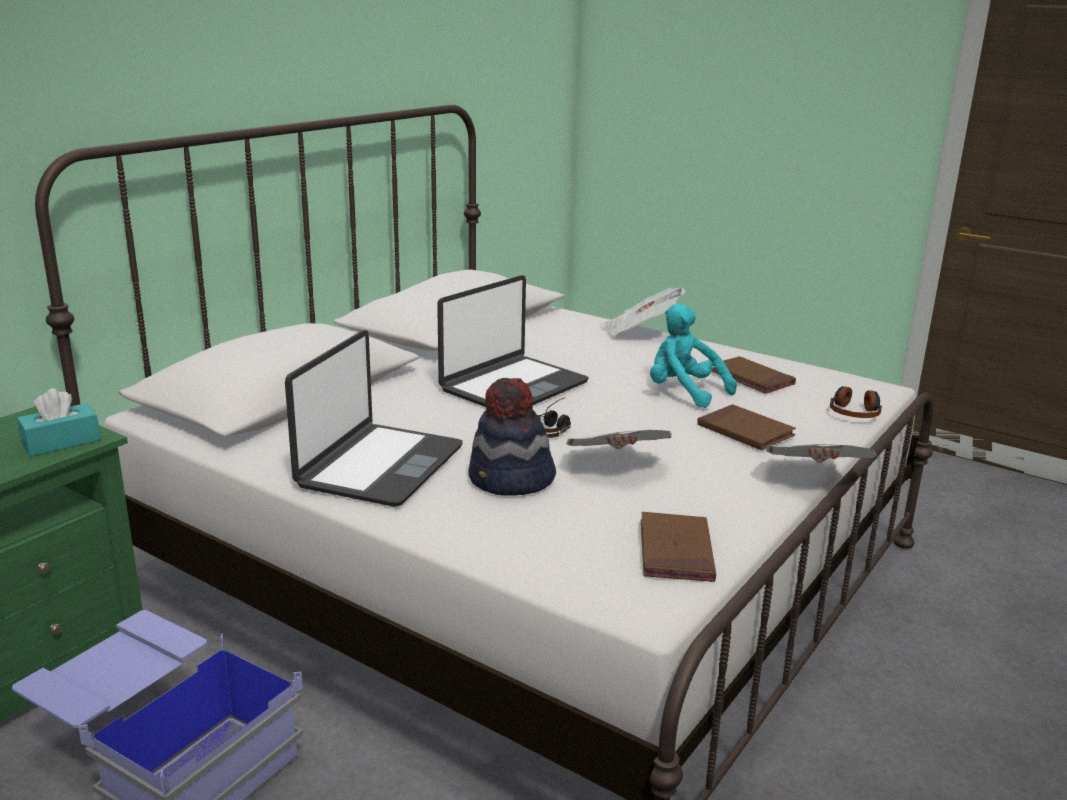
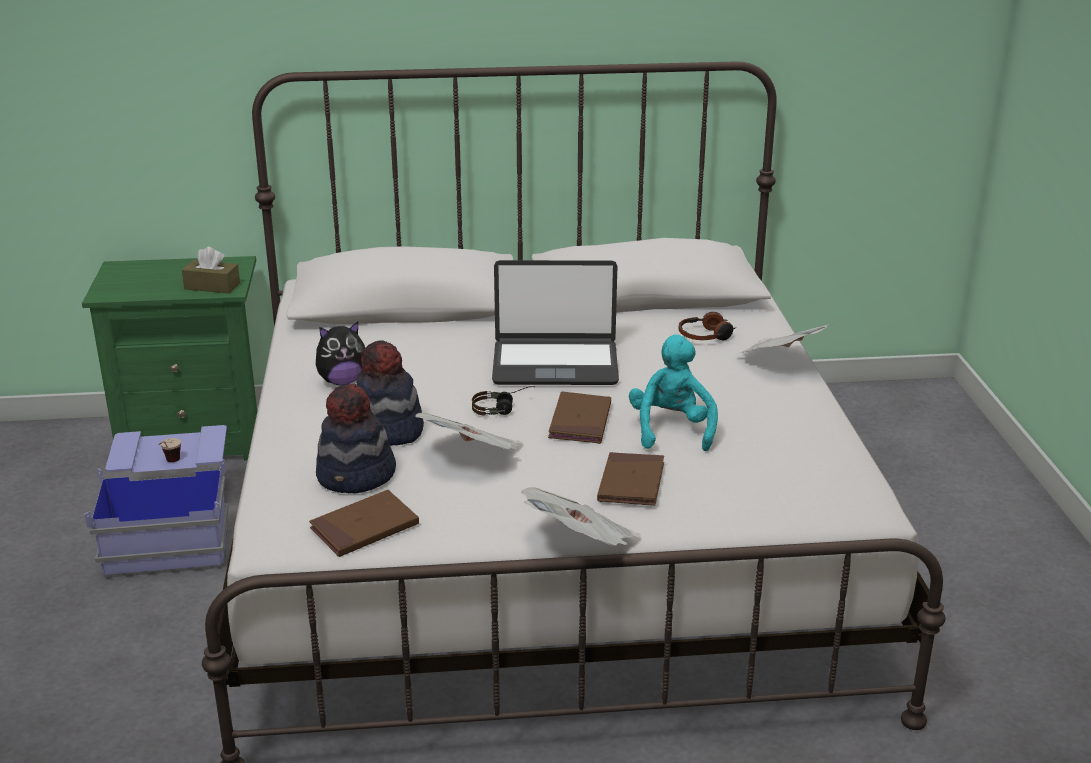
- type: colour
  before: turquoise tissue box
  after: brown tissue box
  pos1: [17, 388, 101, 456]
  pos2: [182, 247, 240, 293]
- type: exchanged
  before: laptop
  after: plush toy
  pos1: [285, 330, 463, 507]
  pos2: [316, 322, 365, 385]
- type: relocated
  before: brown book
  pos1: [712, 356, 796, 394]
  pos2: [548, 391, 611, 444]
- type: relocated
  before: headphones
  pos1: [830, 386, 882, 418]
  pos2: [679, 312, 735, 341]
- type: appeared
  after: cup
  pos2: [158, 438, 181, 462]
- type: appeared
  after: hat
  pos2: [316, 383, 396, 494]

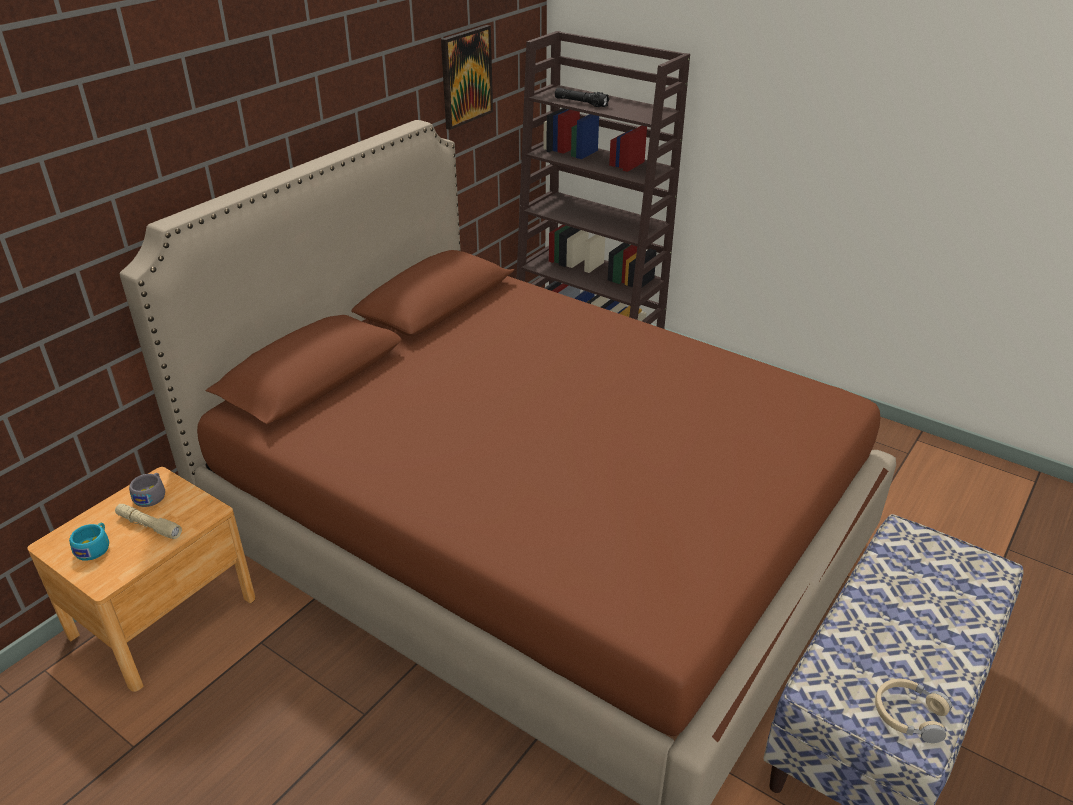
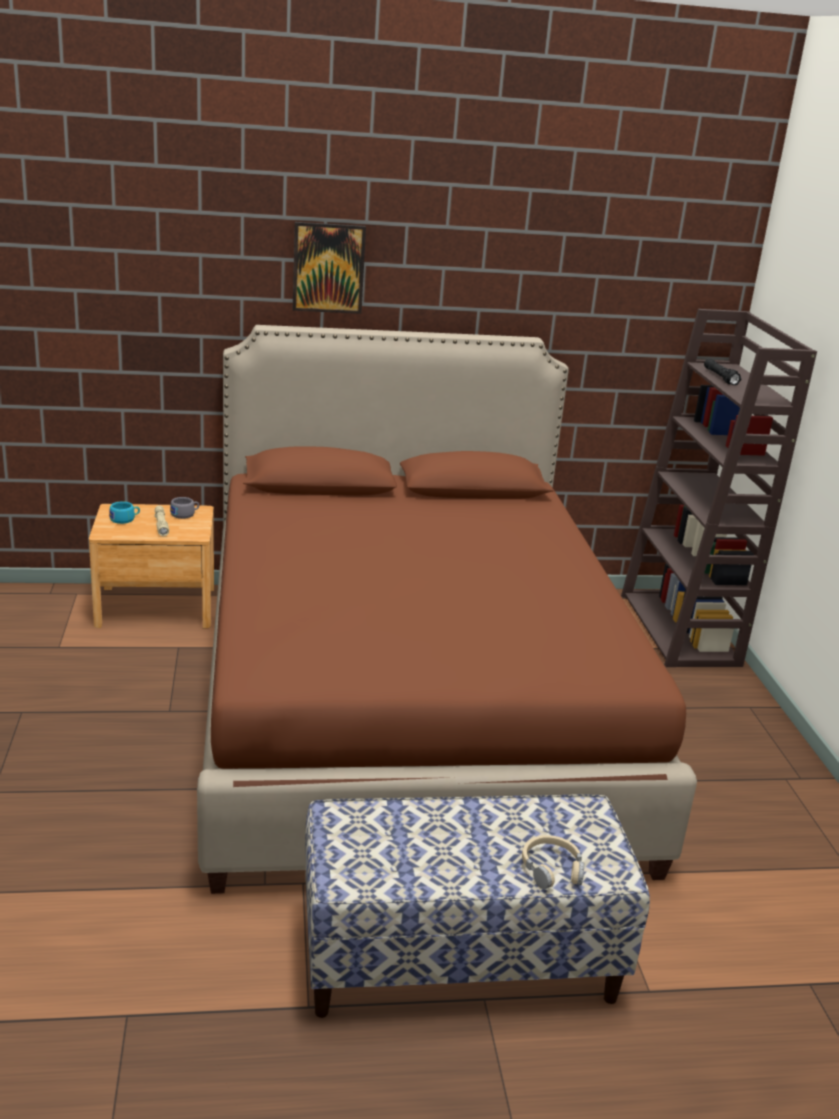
- type: relocated
  before: picture
  pos1: [441, 25, 493, 130]
  pos2: [293, 222, 366, 314]
- type: relocated
  before: beige headphones
  pos1: [875, 679, 952, 743]
  pos2: [522, 835, 584, 889]

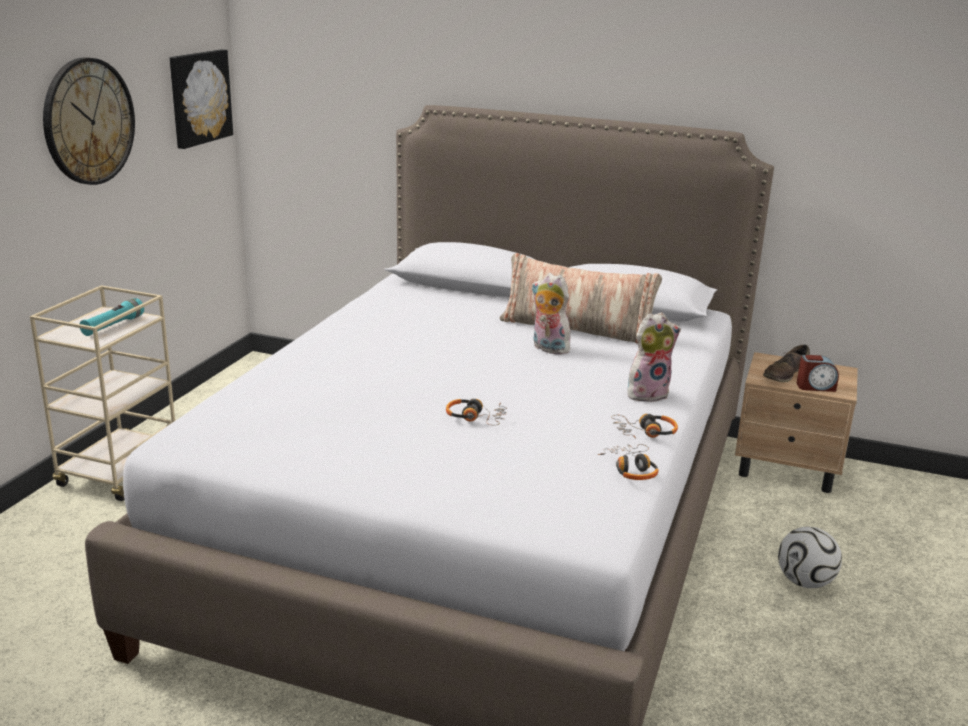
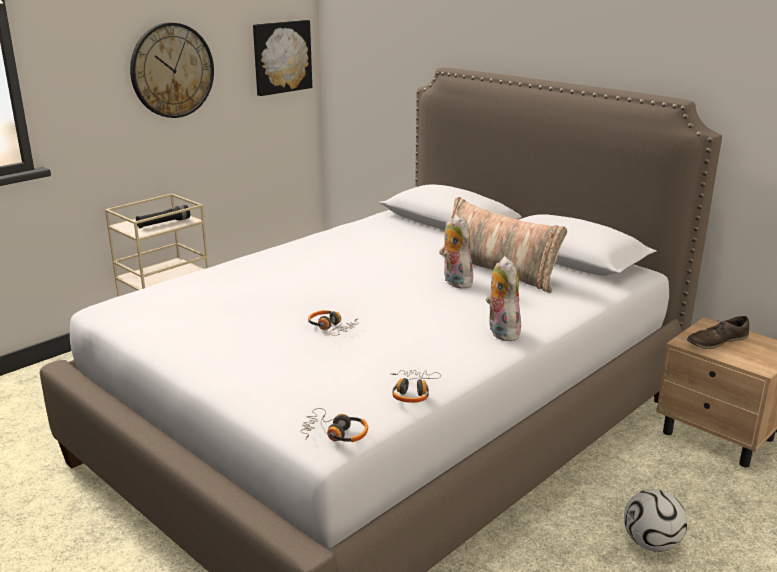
- type: colour
  before: turquoise flashlight
  after: black flashlight
  pos1: [80, 298, 144, 336]
  pos2: [136, 205, 190, 228]
- type: relocated
  before: headphones
  pos1: [611, 414, 678, 439]
  pos2: [300, 408, 368, 442]
- type: spun
  before: plush toy
  pos1: [627, 313, 681, 402]
  pos2: [486, 256, 521, 341]
  turn: -105
- type: missing
  before: alarm clock
  pos1: [797, 355, 839, 392]

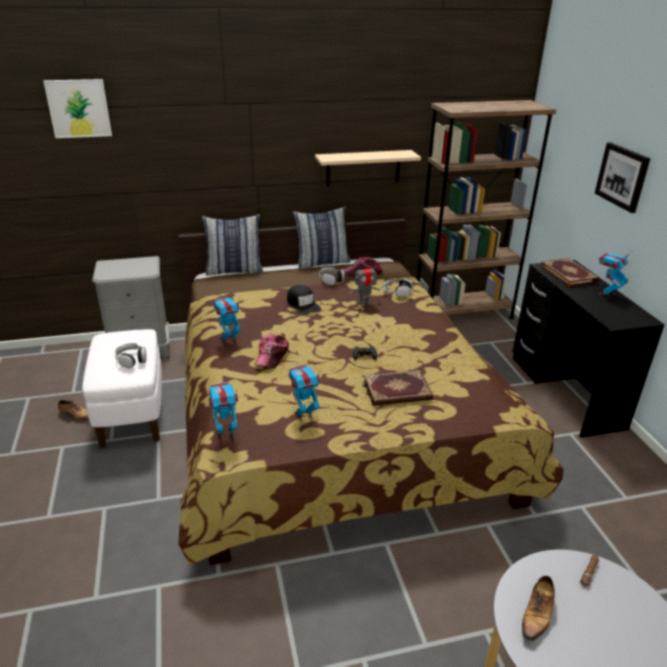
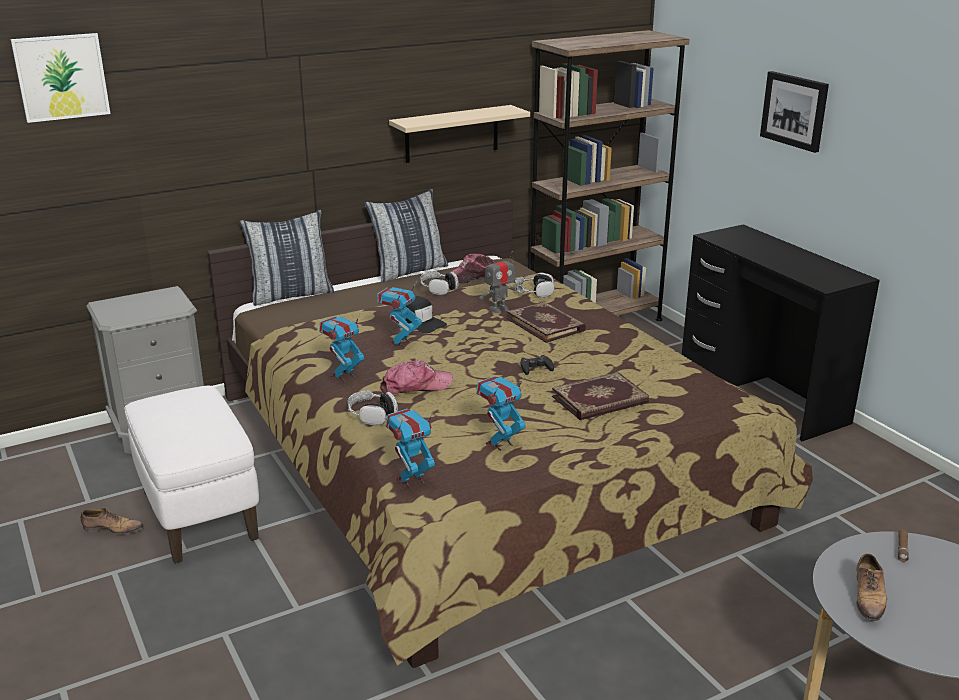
- type: relocated
  before: headphones
  pos1: [115, 343, 147, 368]
  pos2: [348, 390, 398, 425]
- type: spun
  before: cap
  pos1: [255, 334, 289, 368]
  pos2: [380, 360, 453, 394]
  turn: -105
- type: relocated
  before: book
  pos1: [540, 258, 599, 287]
  pos2: [506, 301, 586, 343]
- type: relocated
  before: toy robot
  pos1: [598, 252, 631, 297]
  pos2: [377, 281, 422, 347]

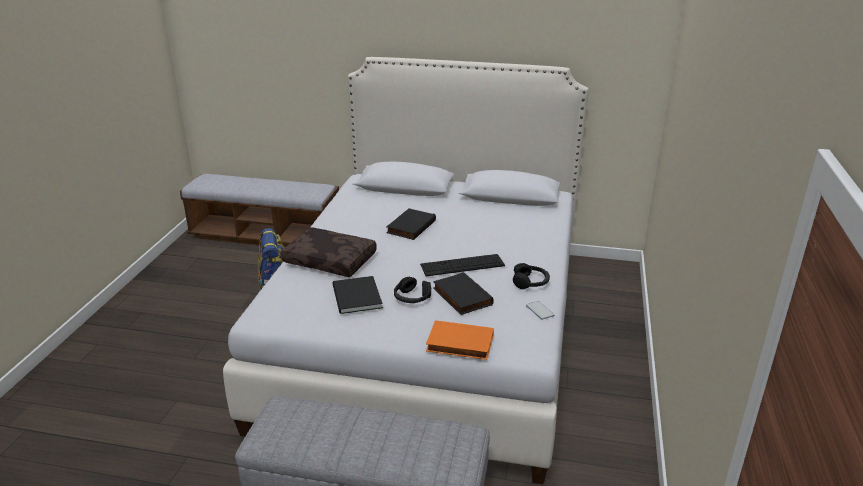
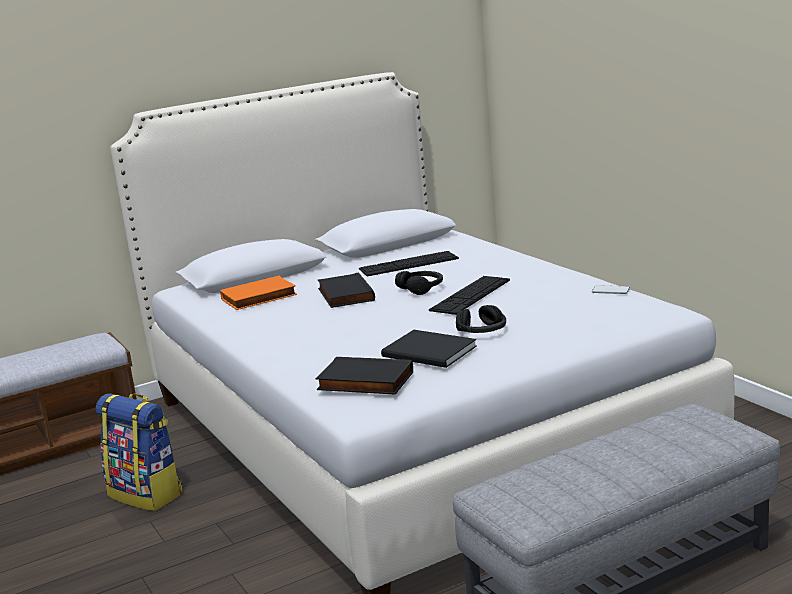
- type: missing
  before: brown pillow
  pos1: [281, 227, 377, 277]
- type: relocated
  before: orange book
  pos1: [426, 320, 494, 360]
  pos2: [220, 276, 297, 310]
- type: relocated
  before: black book
  pos1: [433, 272, 494, 315]
  pos2: [315, 357, 413, 395]
- type: relocated
  before: black headphones
  pos1: [513, 263, 550, 289]
  pos2: [395, 271, 443, 295]
- type: appeared
  after: keyboard
  pos2: [359, 251, 459, 276]

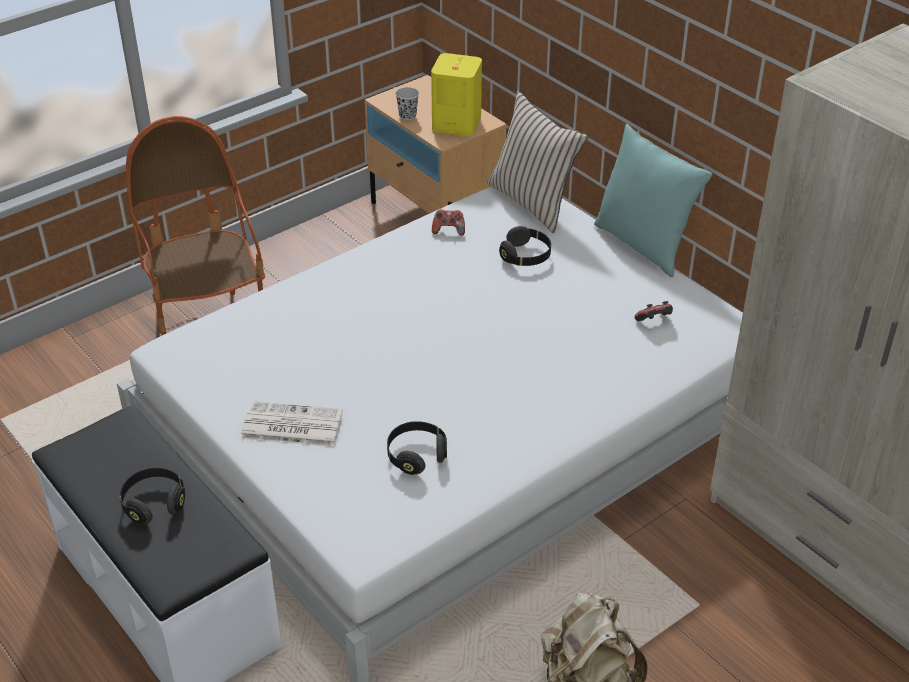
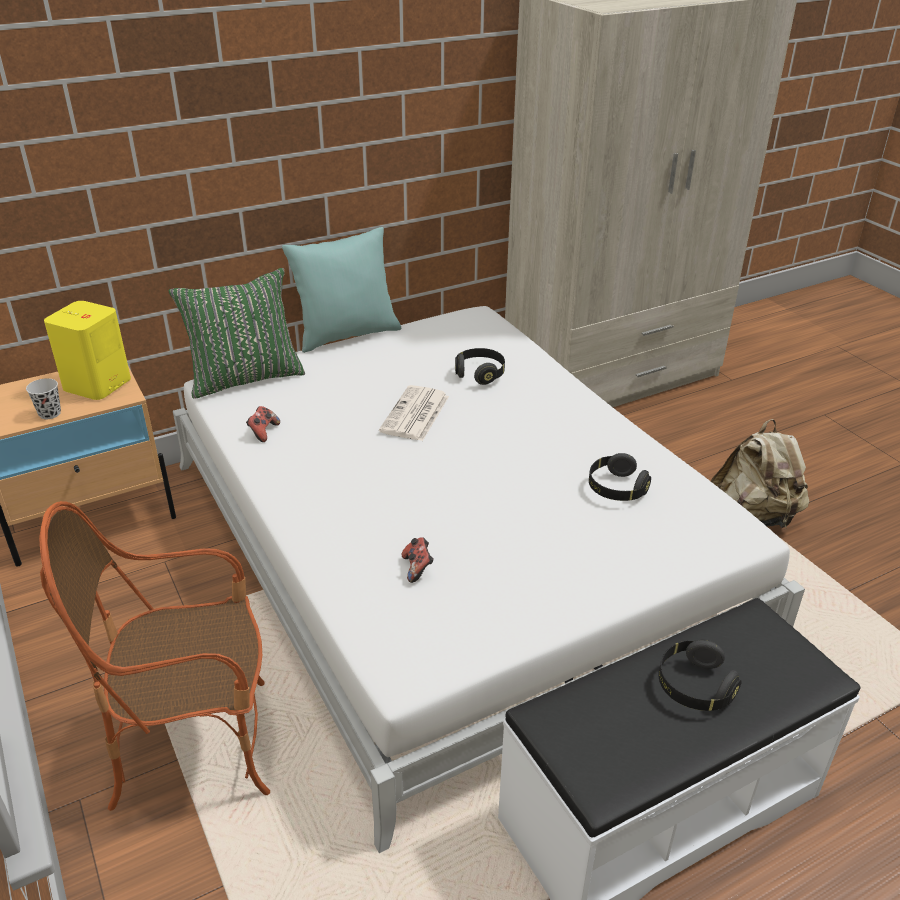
- type: relocated
  before: newspaper
  pos1: [240, 401, 343, 447]
  pos2: [379, 385, 449, 441]
- type: colour
  before: beige pillow
  after: green pillow
  pos1: [487, 91, 588, 233]
  pos2: [169, 268, 305, 399]
- type: relocated
  before: black headphones
  pos1: [499, 226, 551, 266]
  pos2: [455, 348, 505, 385]
- type: relocated
  before: game controller
  pos1: [635, 301, 673, 321]
  pos2: [401, 537, 434, 583]

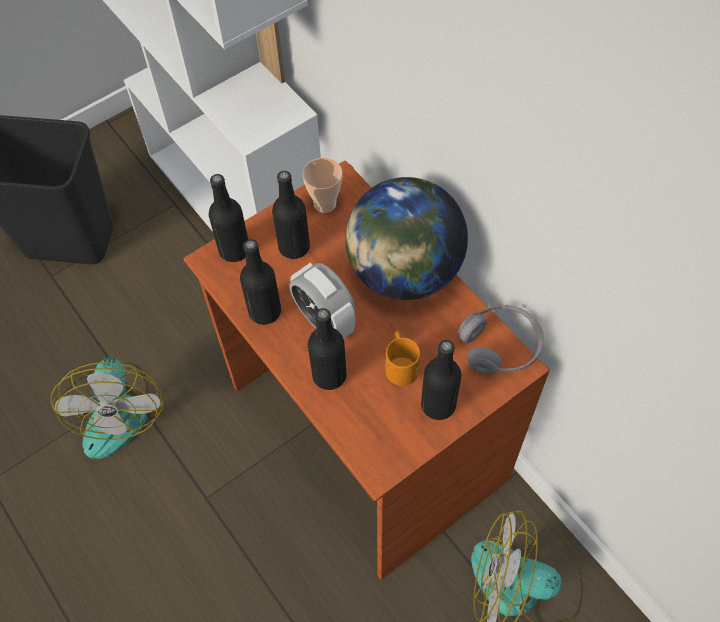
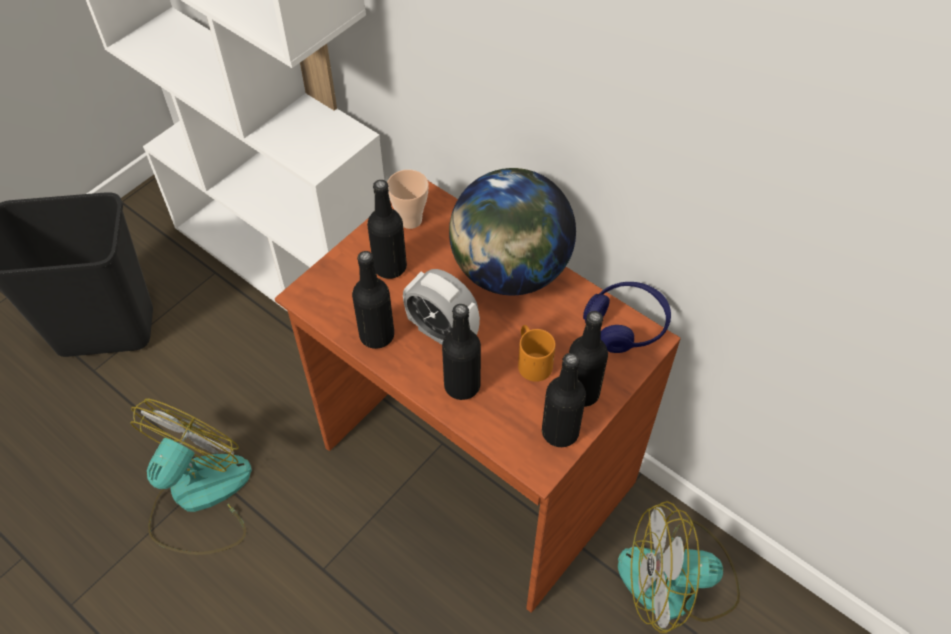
- type: spun
  before: fan
  pos1: [51, 358, 164, 459]
  pos2: [131, 399, 252, 555]
  turn: -135
- type: relocated
  before: black bottle
  pos1: [209, 174, 249, 262]
  pos2: [542, 353, 586, 447]
- type: colour
  before: grey headphones
  after: blue headphones
  pos1: [458, 305, 544, 374]
  pos2: [583, 282, 671, 353]

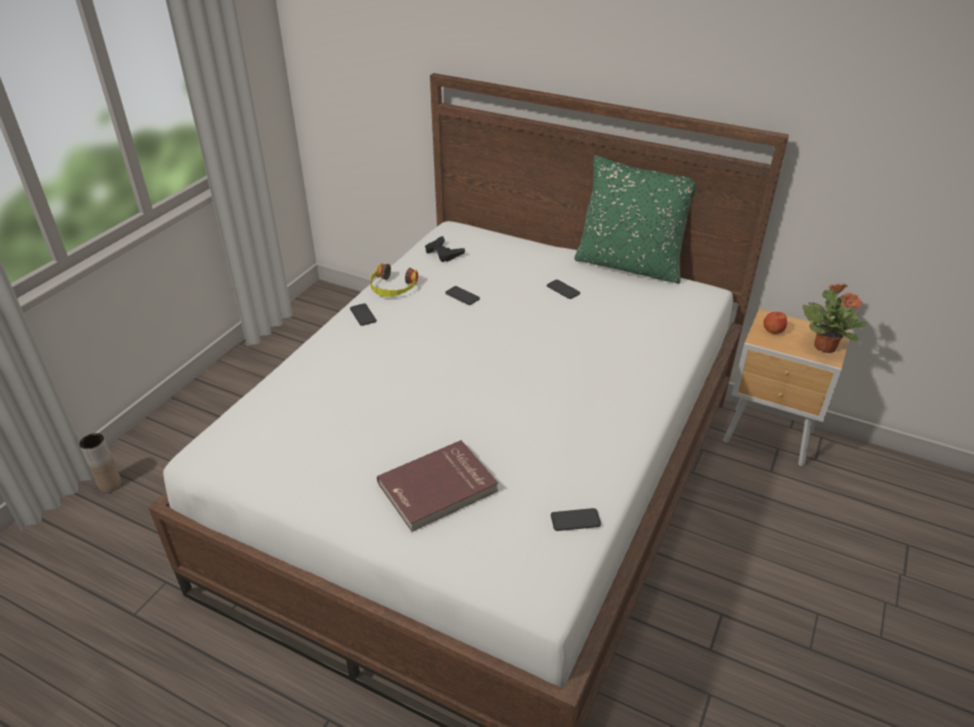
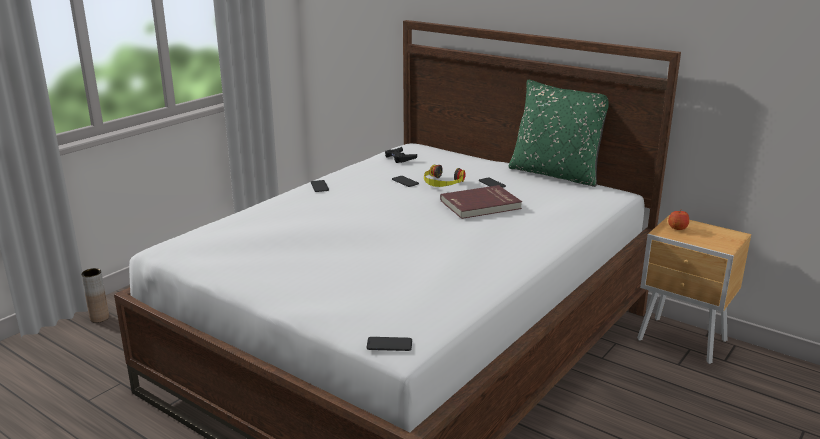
- type: relocated
  before: headphones
  pos1: [370, 264, 418, 297]
  pos2: [424, 164, 466, 187]
- type: relocated
  before: red book
  pos1: [377, 440, 498, 531]
  pos2: [440, 185, 522, 219]
- type: relocated
  before: phone
  pos1: [551, 508, 601, 531]
  pos2: [367, 337, 412, 351]
- type: missing
  before: potted plant
  pos1: [802, 284, 867, 353]

